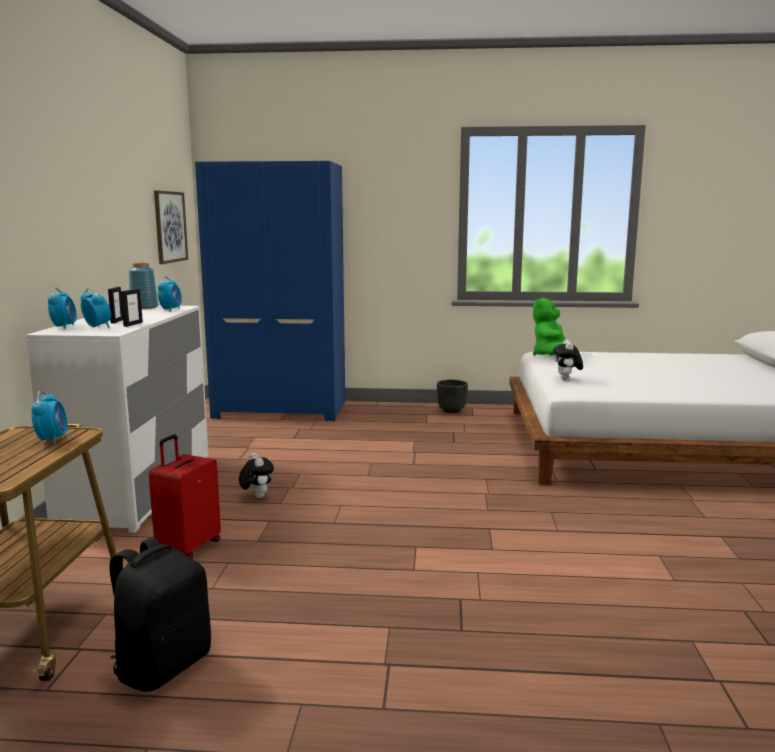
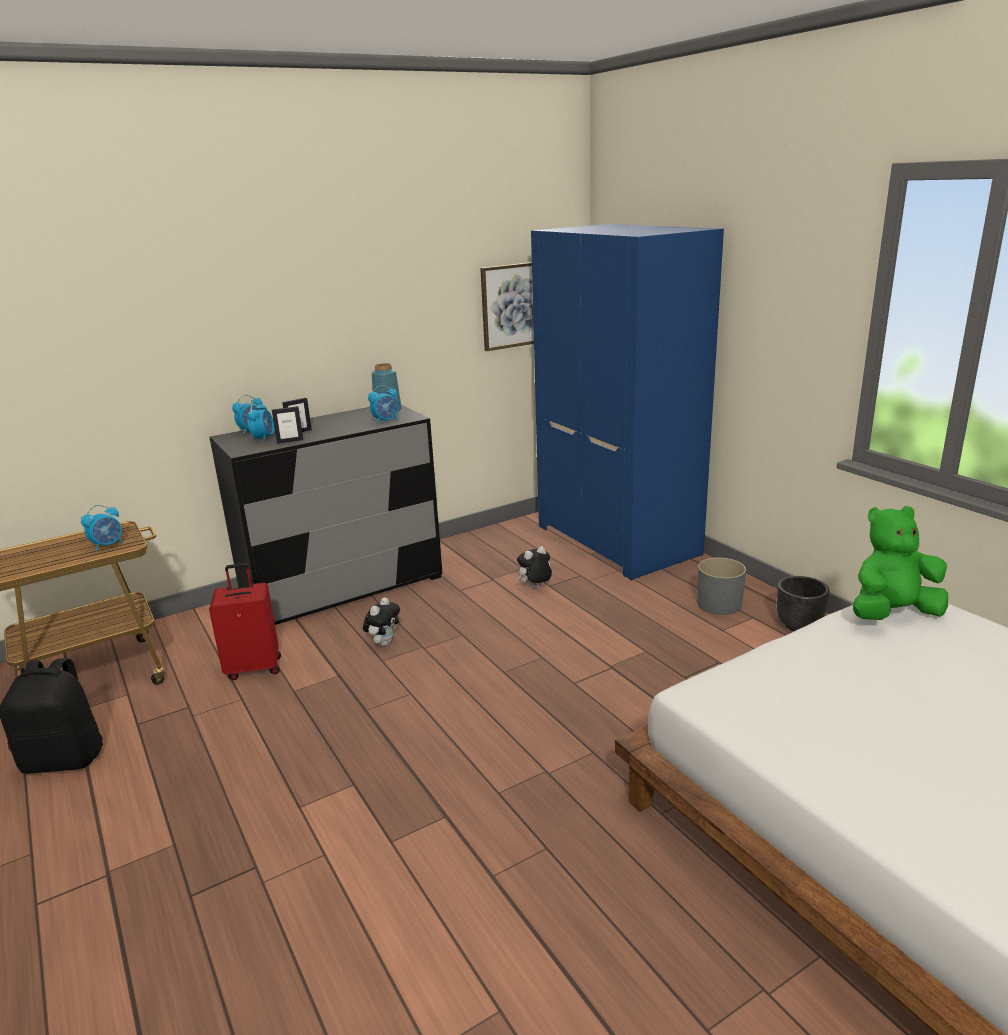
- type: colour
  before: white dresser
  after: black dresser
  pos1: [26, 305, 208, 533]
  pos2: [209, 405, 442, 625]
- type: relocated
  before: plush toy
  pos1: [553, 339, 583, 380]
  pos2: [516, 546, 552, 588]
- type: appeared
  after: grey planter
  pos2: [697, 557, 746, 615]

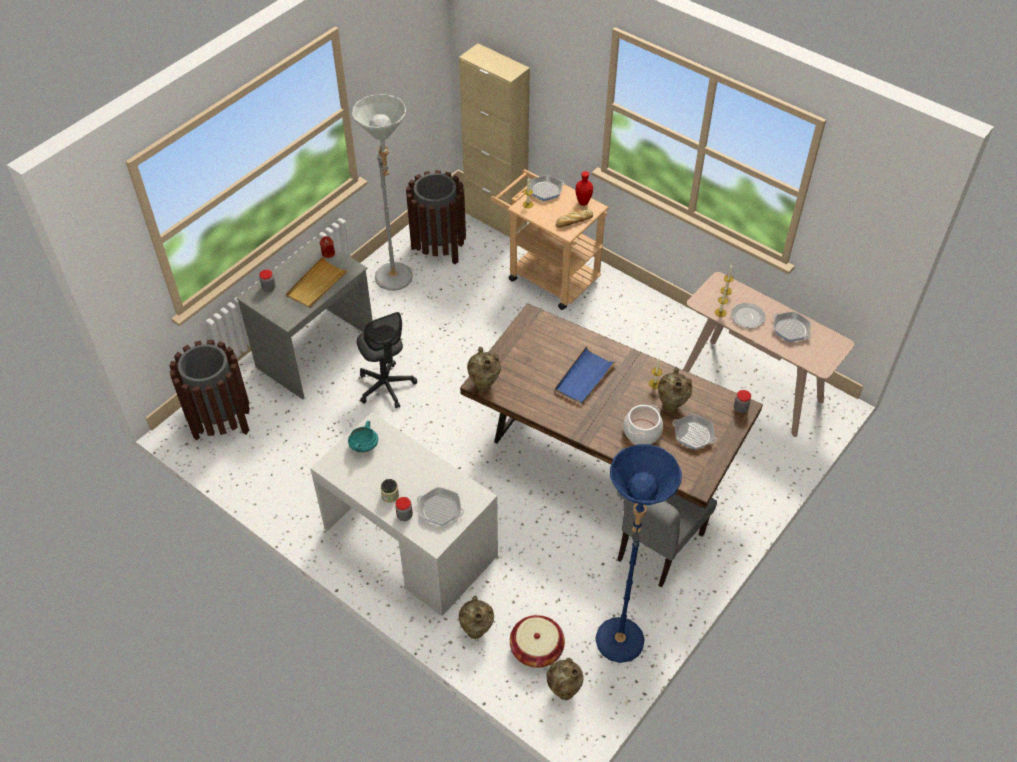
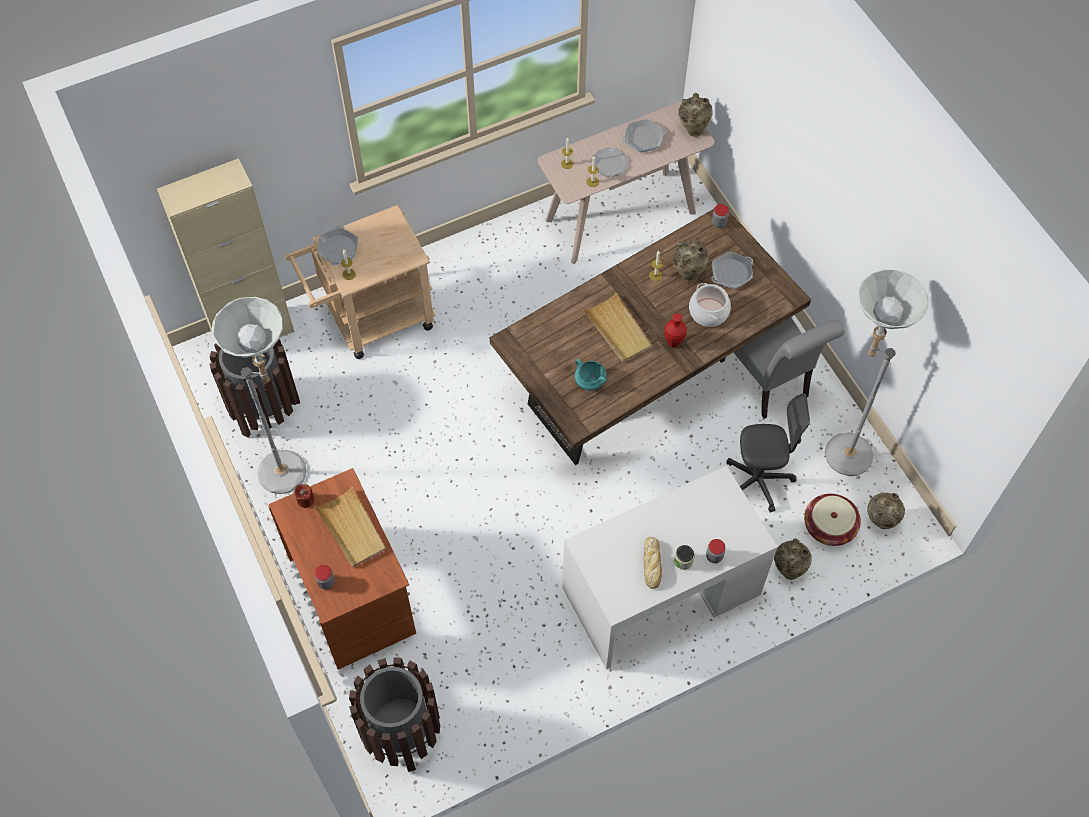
- type: colour
  before: grey desk
  after: brown desk
  pos1: [236, 237, 373, 400]
  pos2: [268, 468, 416, 670]
- type: relocated
  before: turquoise cooking pot
  pos1: [348, 421, 378, 452]
  pos2: [575, 359, 607, 390]
- type: relocated
  before: grey office chair
  pos1: [357, 312, 417, 409]
  pos2: [726, 393, 810, 513]
- type: missing
  before: frying pan
  pos1: [417, 487, 464, 526]
- type: relocated
  before: beige vase
  pos1: [467, 347, 501, 391]
  pos2: [679, 93, 713, 137]
- type: colour
  before: blue tray
  after: beige tray
  pos1: [555, 346, 617, 405]
  pos2: [583, 293, 652, 362]
- type: relocated
  before: bread
  pos1: [556, 209, 593, 228]
  pos2: [644, 537, 662, 589]
- type: relocated
  before: red vase
  pos1: [576, 171, 593, 206]
  pos2: [664, 313, 687, 348]
- type: colour
  before: blue floor lamp
  after: grey floor lamp
  pos1: [595, 444, 682, 663]
  pos2: [825, 269, 928, 476]

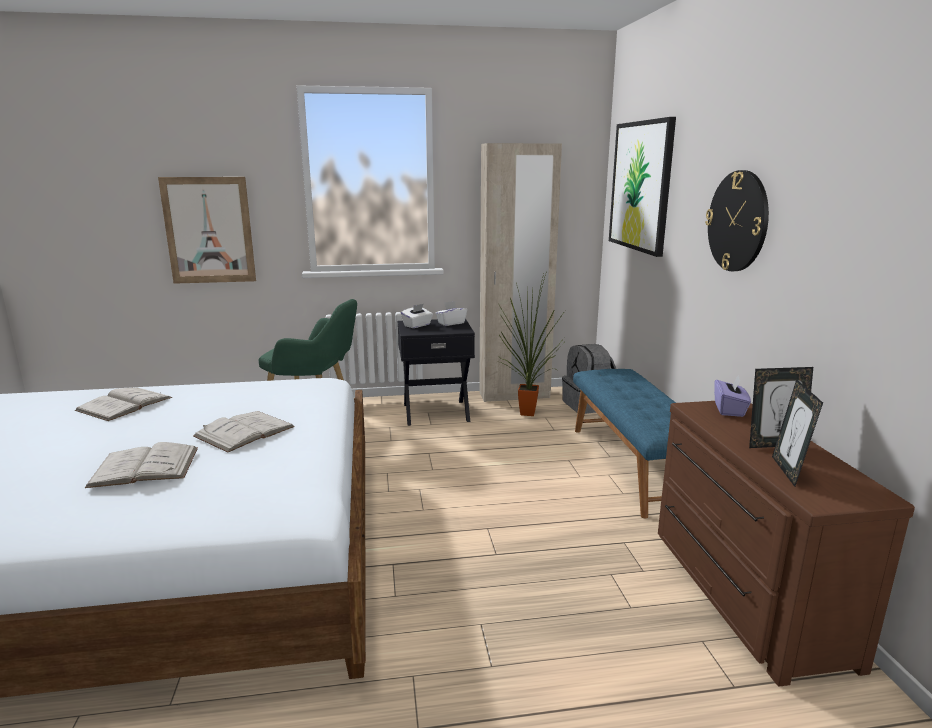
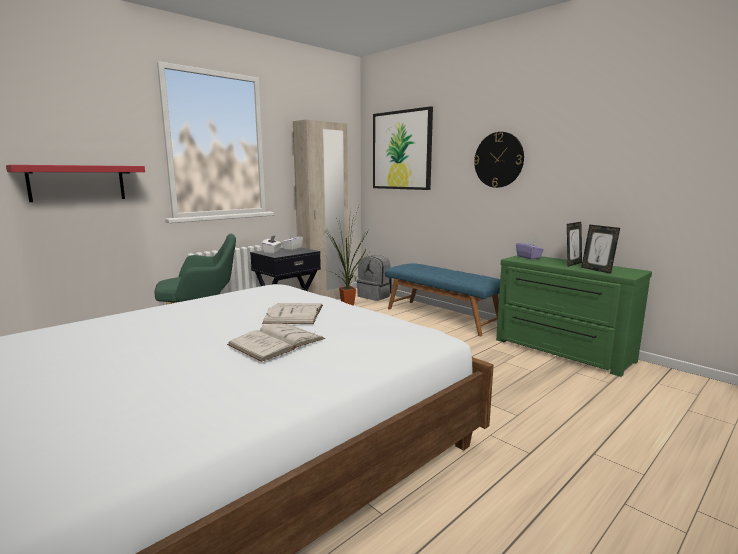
- type: missing
  before: white book
  pos1: [75, 387, 172, 421]
- type: exchanged
  before: picture
  after: red shelf
  pos1: [158, 177, 256, 284]
  pos2: [6, 165, 145, 202]
- type: colour
  before: brown dresser
  after: green dresser
  pos1: [658, 401, 915, 687]
  pos2: [496, 255, 652, 377]

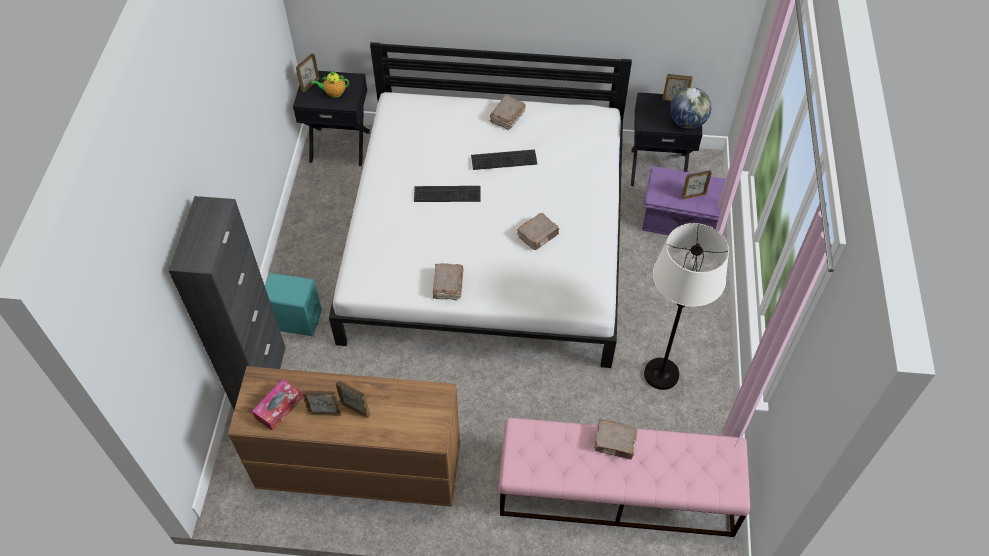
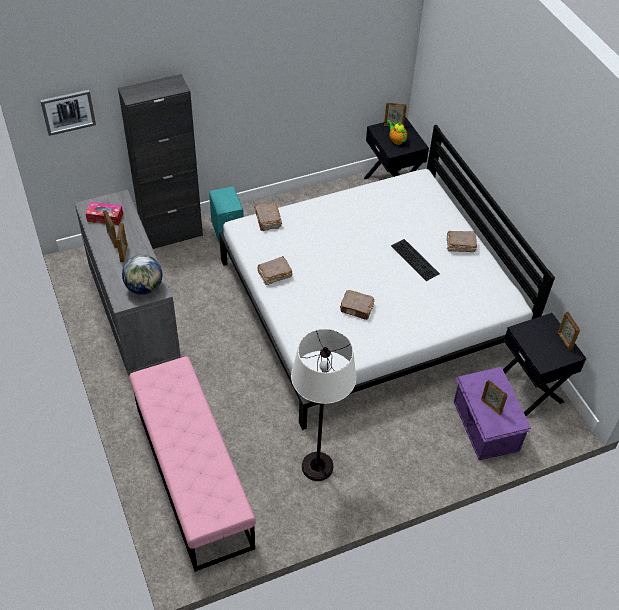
- type: colour
  before: brown dresser
  after: grey dresser
  pos1: [228, 366, 460, 507]
  pos2: [75, 190, 181, 376]
- type: missing
  before: keyboard
  pos1: [414, 186, 480, 202]
- type: relocated
  before: brown book
  pos1: [594, 420, 638, 459]
  pos2: [254, 202, 282, 231]
- type: relocated
  before: globe
  pos1: [670, 87, 712, 129]
  pos2: [122, 255, 162, 295]
- type: appeared
  after: picture
  pos2: [40, 90, 96, 136]

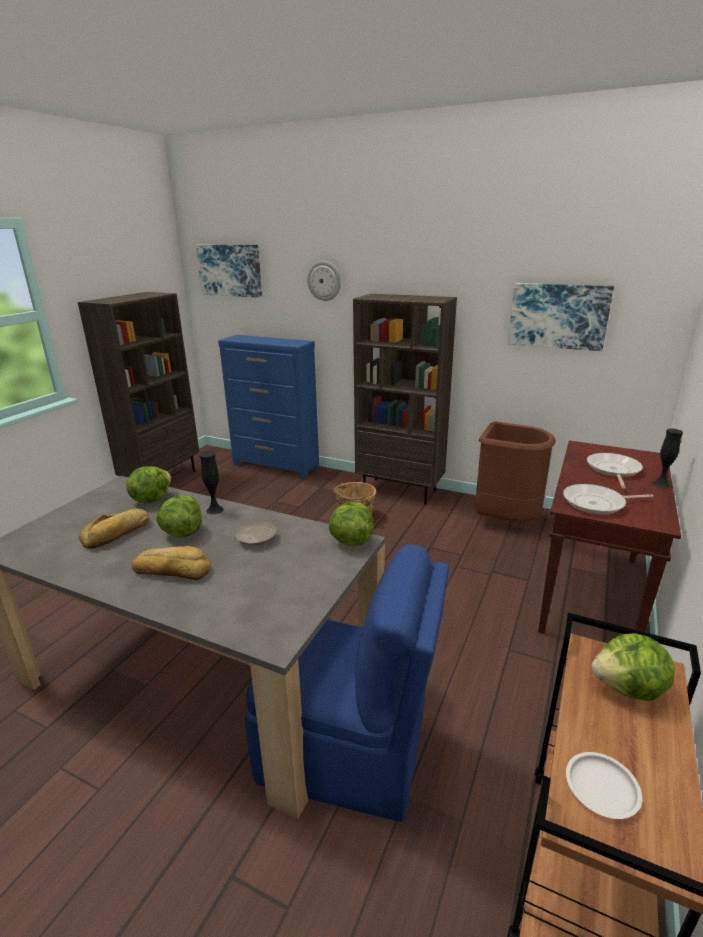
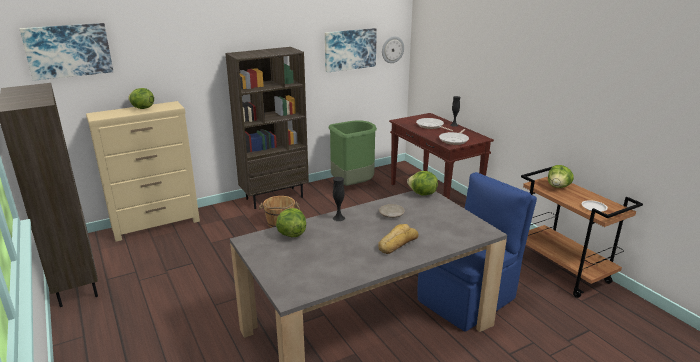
- type: missing
  before: bread
  pos1: [79, 509, 150, 549]
- type: relocated
  before: lettuce
  pos1: [156, 495, 202, 537]
  pos2: [128, 88, 154, 109]
- type: colour
  before: blue dresser
  after: beige dresser
  pos1: [218, 335, 319, 479]
  pos2: [86, 101, 200, 242]
- type: relocated
  before: wall clock
  pos1: [307, 261, 341, 301]
  pos2: [382, 36, 404, 63]
- type: colour
  before: brown trash can
  after: green trash can
  pos1: [475, 421, 556, 522]
  pos2: [328, 120, 377, 186]

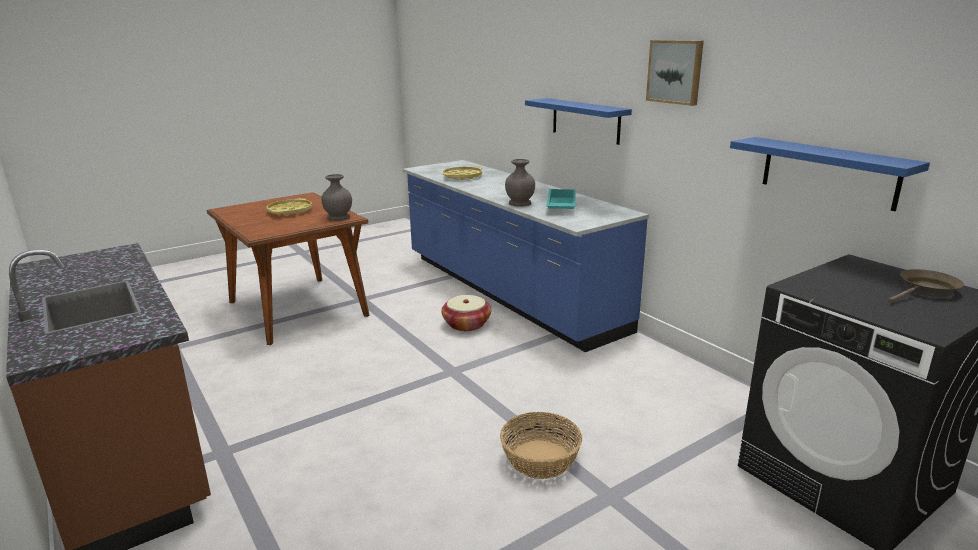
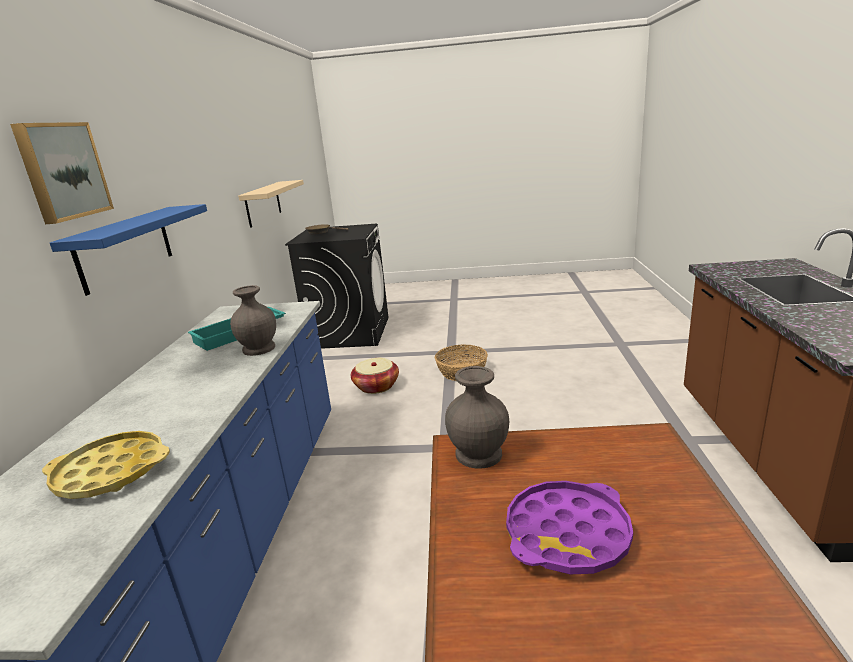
- type: colour
  before: yellow tray
  after: purple tray
  pos1: [266, 198, 312, 216]
  pos2: [506, 481, 633, 574]
- type: relocated
  before: basket
  pos1: [441, 295, 491, 331]
  pos2: [351, 358, 399, 394]
- type: relocated
  before: picture
  pos1: [646, 40, 704, 106]
  pos2: [10, 122, 114, 224]
- type: colour
  before: blue shelf
  after: beige shelf
  pos1: [730, 137, 930, 211]
  pos2: [238, 180, 304, 228]

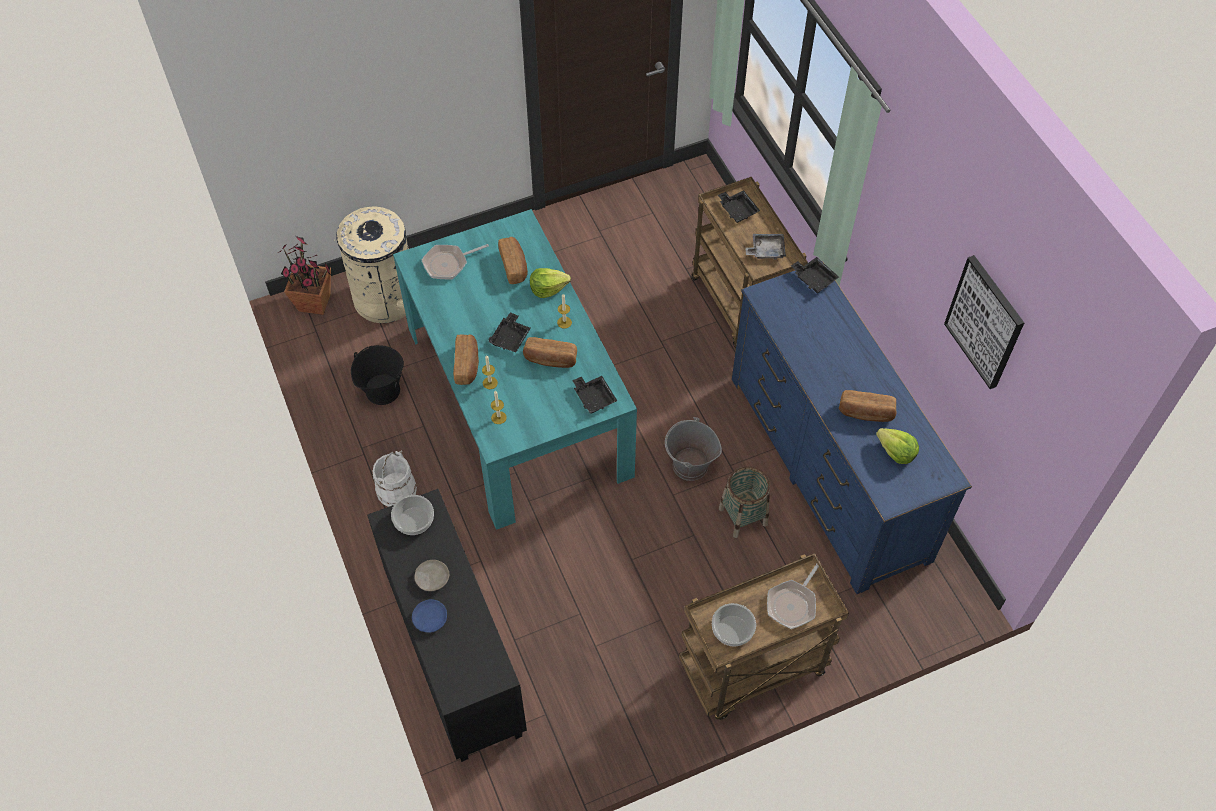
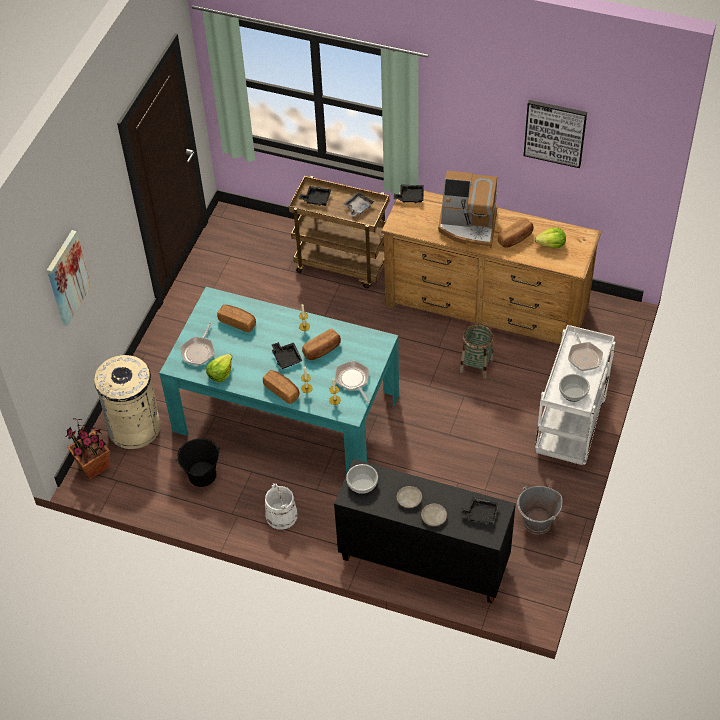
- type: colour
  before: blue plate
  after: beige plate
  pos1: [412, 599, 447, 633]
  pos2: [421, 504, 447, 526]
- type: relocated
  before: lettuce
  pos1: [530, 268, 571, 298]
  pos2: [206, 354, 232, 382]
- type: relocated
  before: black tray
  pos1: [572, 376, 617, 414]
  pos2: [460, 497, 499, 525]
- type: relocated
  before: grey bucket
  pos1: [665, 417, 722, 481]
  pos2: [517, 486, 562, 535]
- type: colour
  before: brown cart
  after: white cart
  pos1: [679, 553, 849, 720]
  pos2: [535, 325, 615, 465]
- type: colour
  before: blue dresser
  after: brown dresser
  pos1: [732, 261, 972, 594]
  pos2: [381, 191, 601, 344]
- type: appeared
  after: picture
  pos2: [47, 230, 91, 326]
- type: appeared
  after: frying pan
  pos2: [335, 360, 370, 404]
- type: appeared
  after: coffee machine
  pos2: [438, 171, 497, 248]

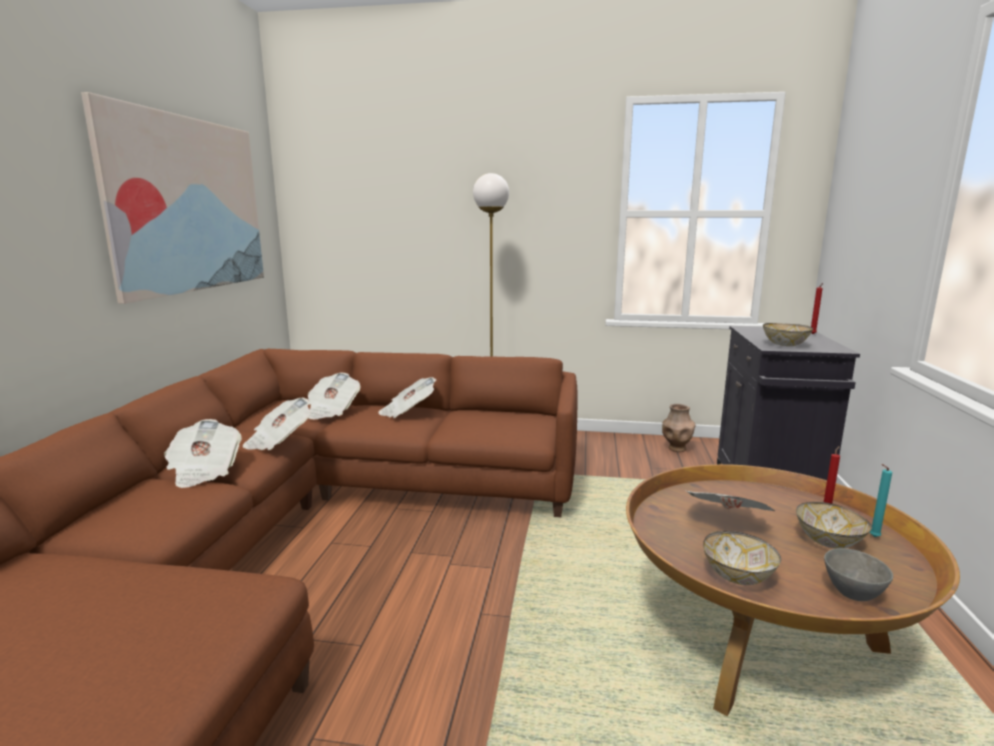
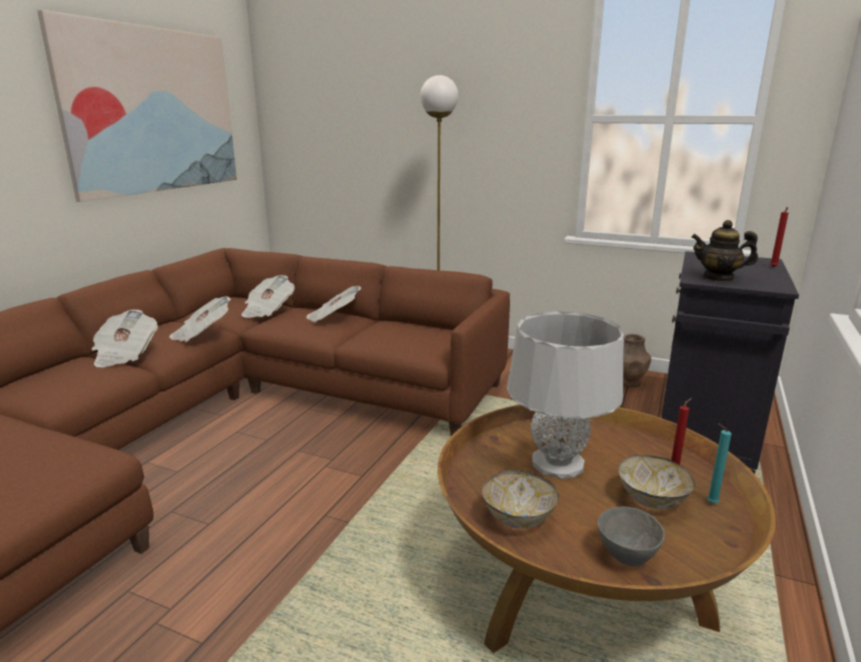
- type: exchanged
  before: newspaper
  after: grey table lamp
  pos1: [684, 490, 775, 511]
  pos2: [507, 311, 624, 479]
- type: exchanged
  before: bowl
  after: teapot
  pos1: [763, 323, 813, 346]
  pos2: [691, 220, 758, 282]

